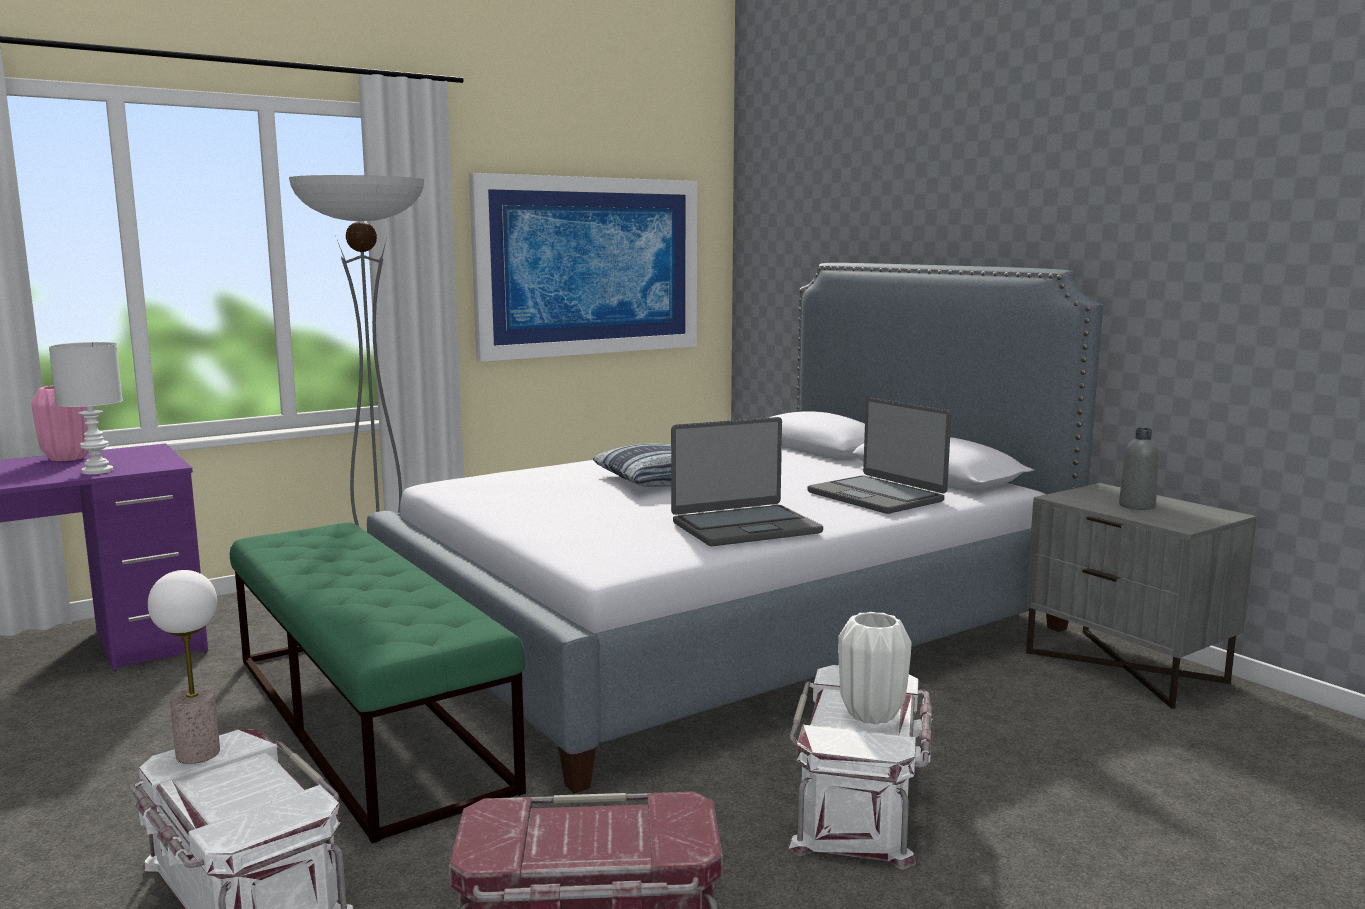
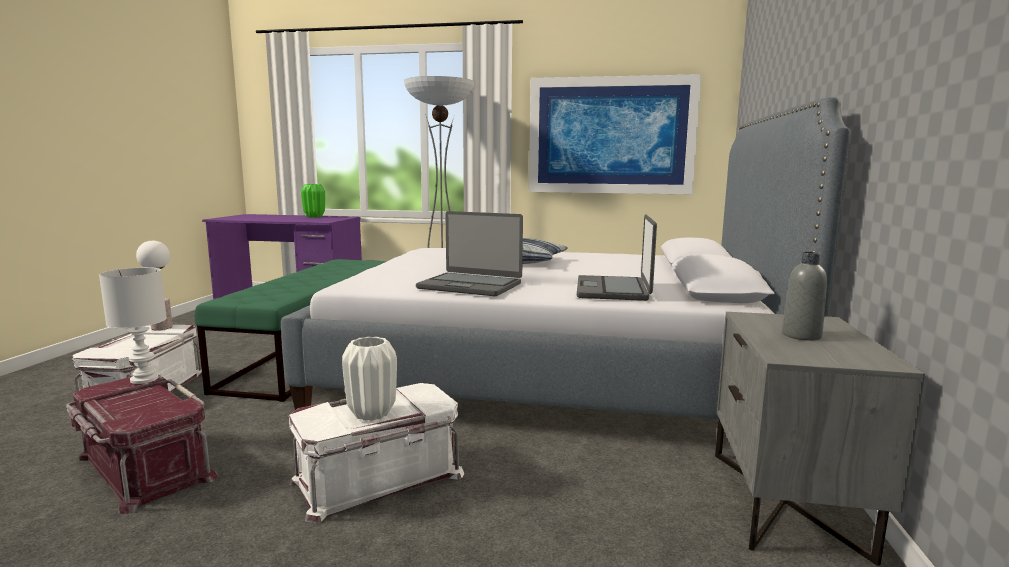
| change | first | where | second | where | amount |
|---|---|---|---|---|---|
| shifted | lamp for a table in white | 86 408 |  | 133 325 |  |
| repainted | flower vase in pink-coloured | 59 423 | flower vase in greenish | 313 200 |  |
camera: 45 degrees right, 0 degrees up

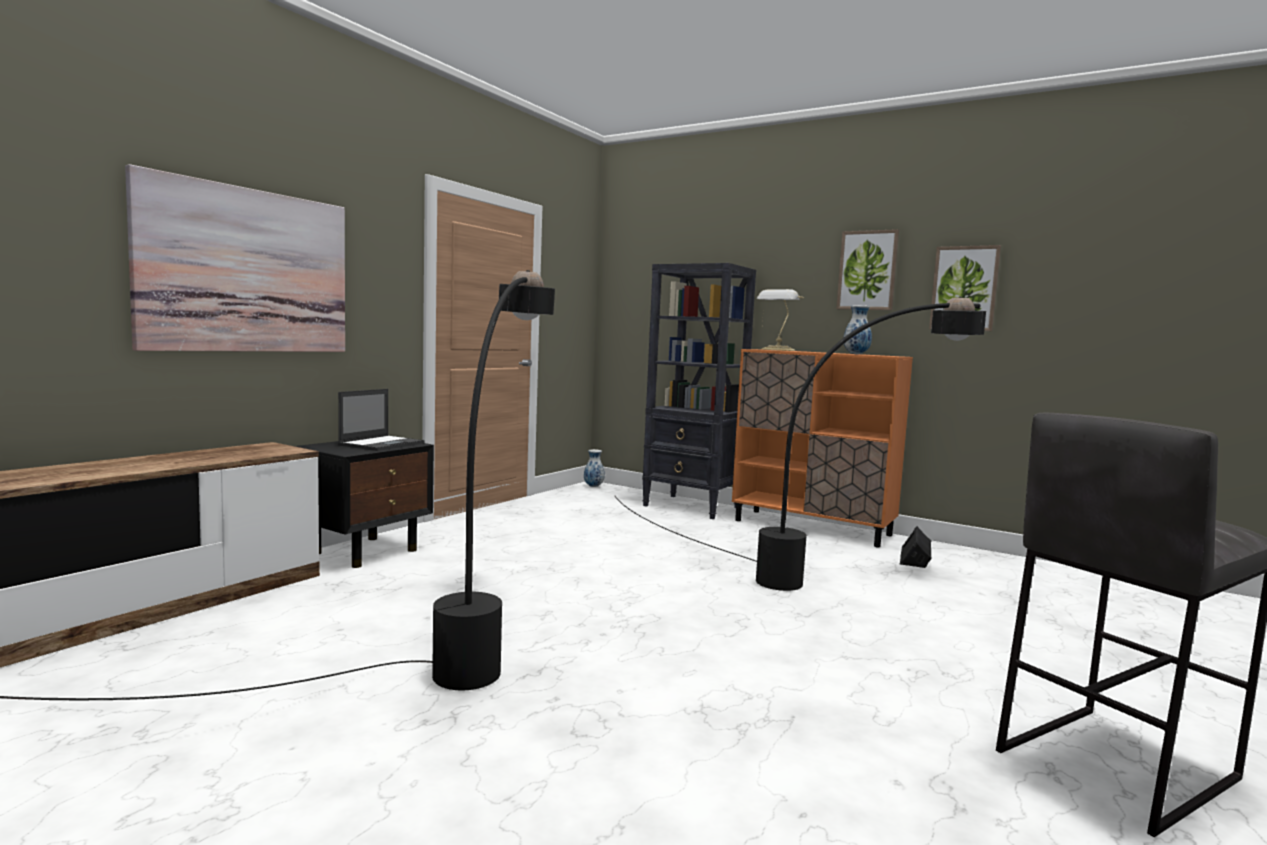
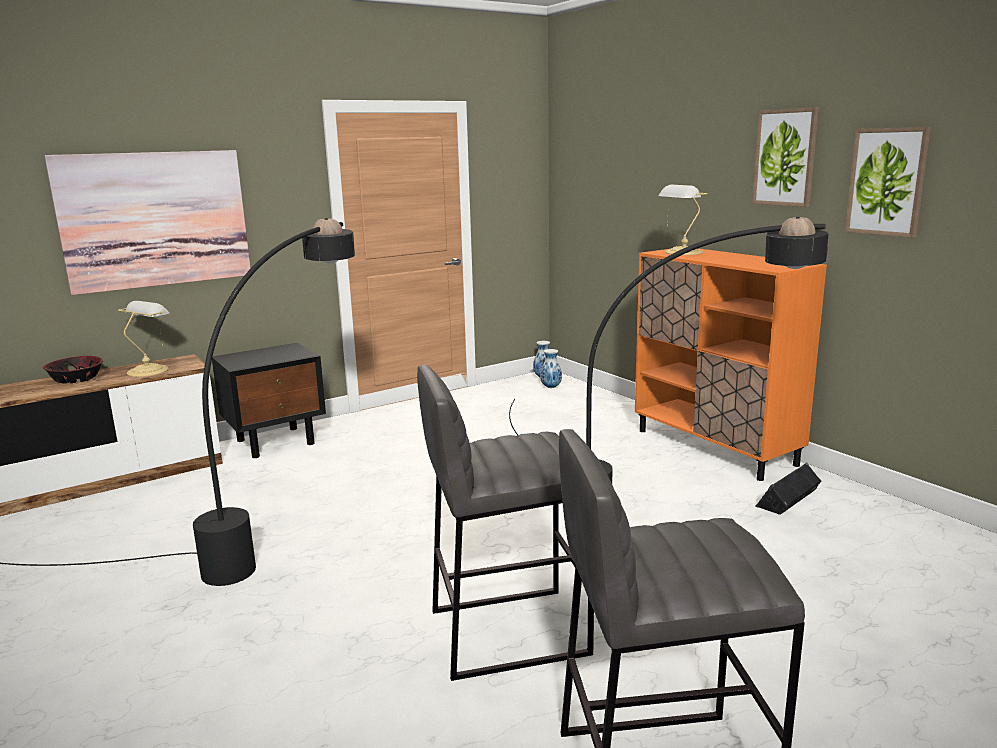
| change | first | where | second | where | amount |
|---|---|---|---|---|---|
| gone | shelving unit in blackish | 699 391 |  |  |  |
| shifted | flower vase | 858 329 |  | 551 368 |  |
| gone | portable computer | 381 420 |  |  |  |
| new |  |  | lamp for a table | 144 339 |  |
| new |  |  | serving bowl | 73 370 |  |
| new |  |  | stool in greyish | 505 523 |  |
camera: 25 degrees right, 10 degrees up

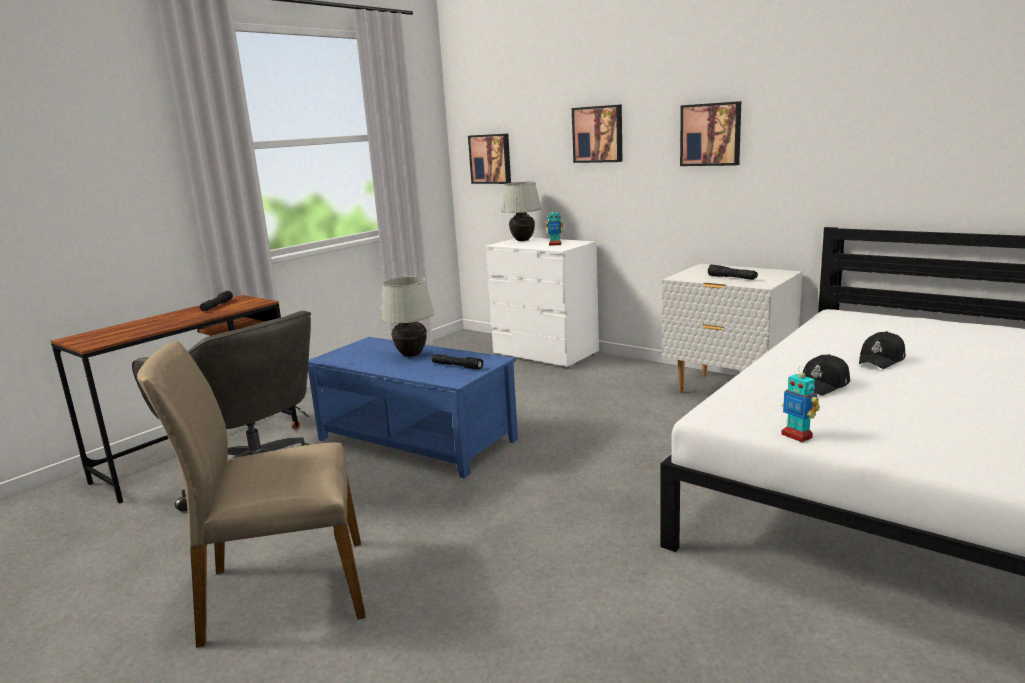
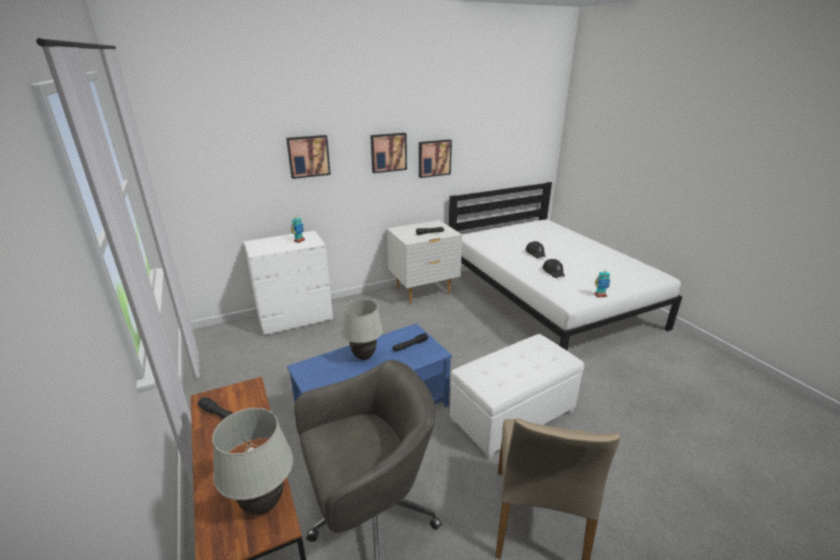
| change | first | where | second | where | amount |
|---|---|---|---|---|---|
| shifted | wall picture | 489 159 |  | 435 158 |  |
| shifted | lamp for a table in white | 521 211 |  | 253 461 |  |
| new |  |  | ottoman in white | 517 396 |  |
camera: 65 degrees left, 10 degrees up

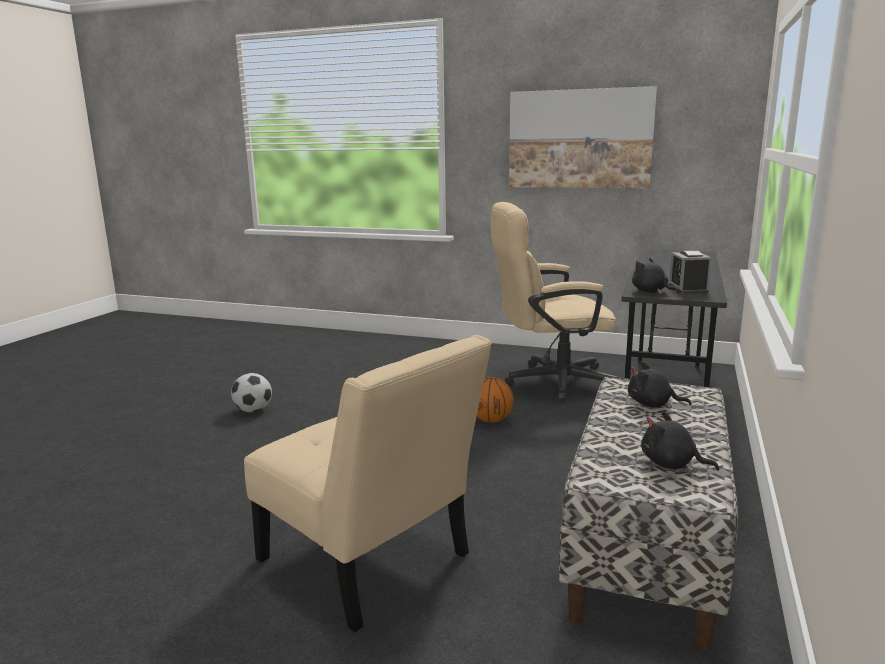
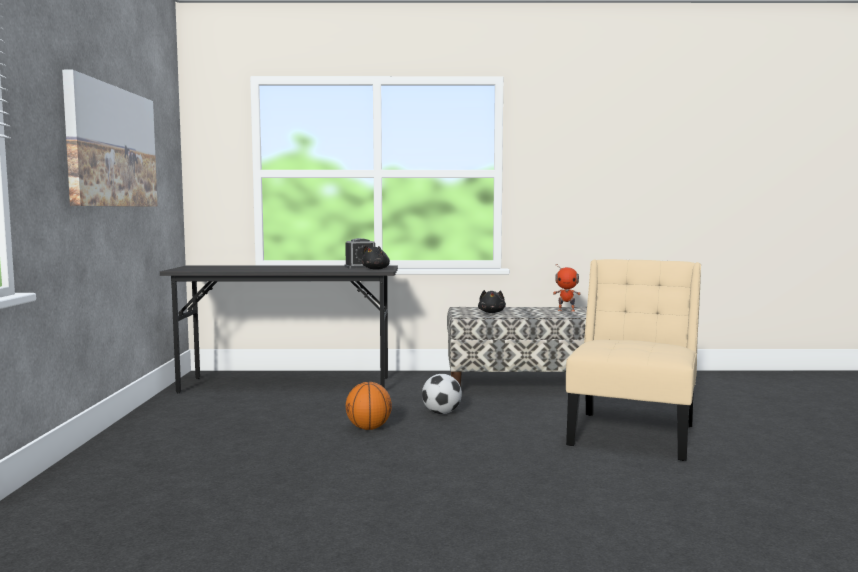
| change | first | where | second | where | amount |
|---|---|---|---|---|---|
| gone | computer chair in sand-coloured | 554 302 |  |  |  |
| shifted | ball for football | 251 392 |  | 442 394 |  |
| swapped | plush toy in blackish | 680 441 | robot figure | 567 287 |  |
camera: 110 degrees left, 10 degrees down

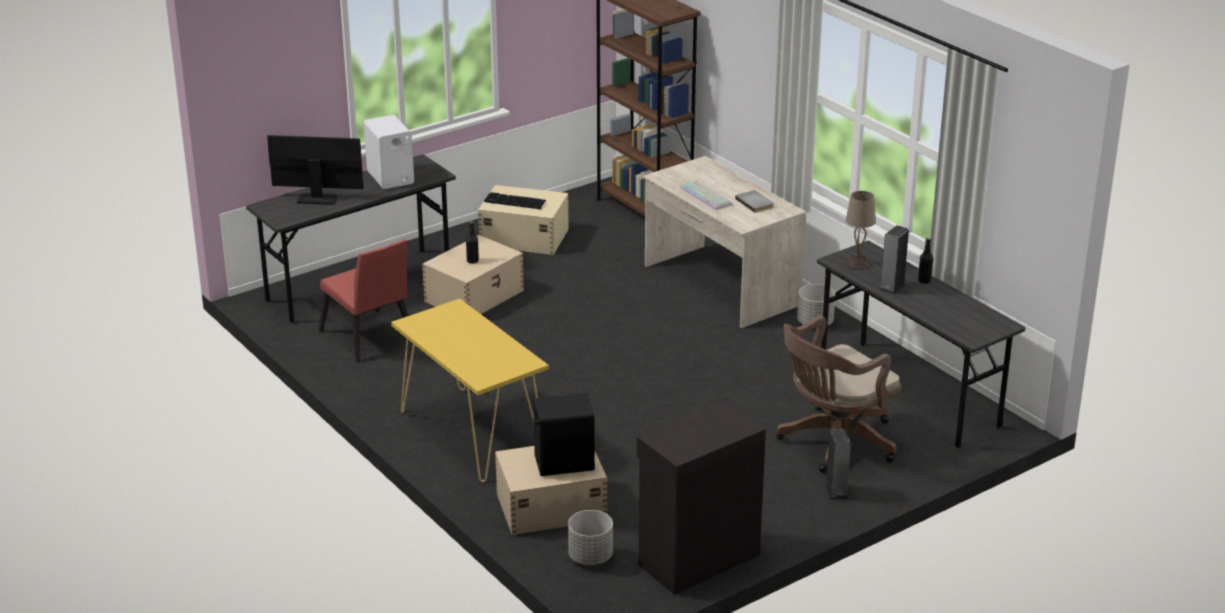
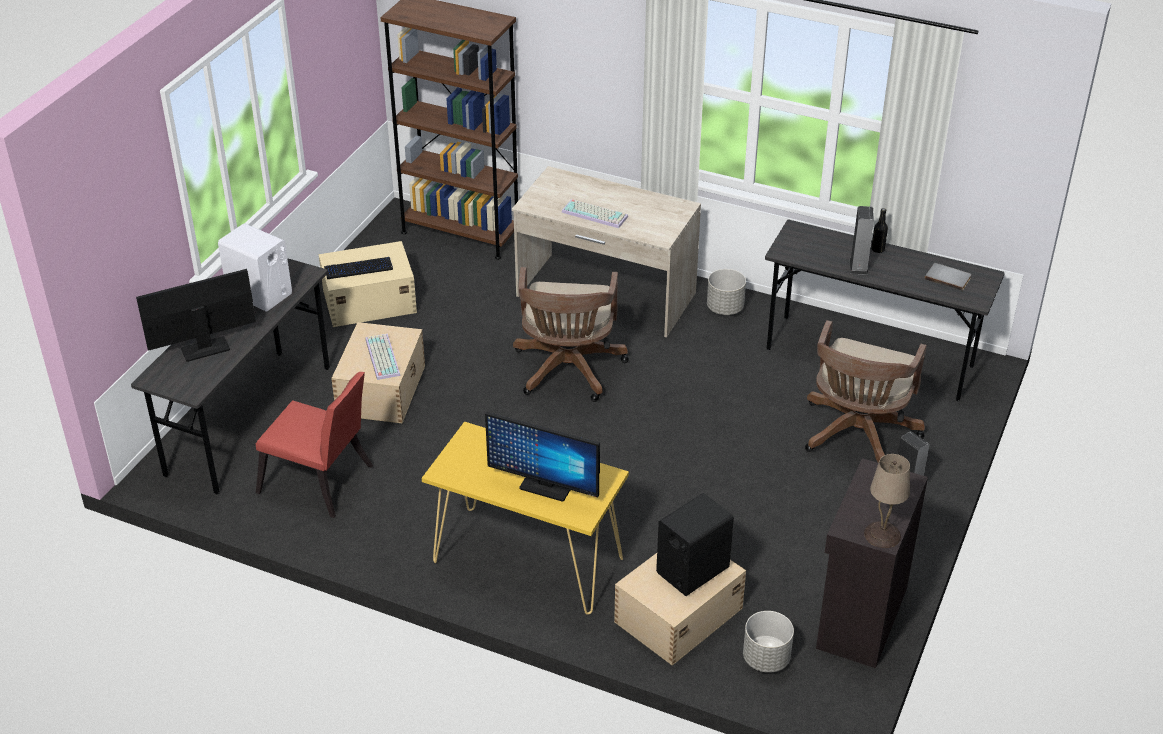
| change | first | where | second | where | amount |
|---|---|---|---|---|---|
| shifted | bound book in greyish | 754 201 |  | 948 277 |  |
| shifted | lamp for a table in sand-coloured | 859 230 |  | 887 501 |  |
| swapped | drink bottle in blackish | 472 242 | computer keyboard | 382 357 |  |
| new |  |  | computer chair in brown-coloured | 571 334 |  |
| new |  |  | computer display | 542 457 |  |
camera: 30 degrees left, 10 degrees up

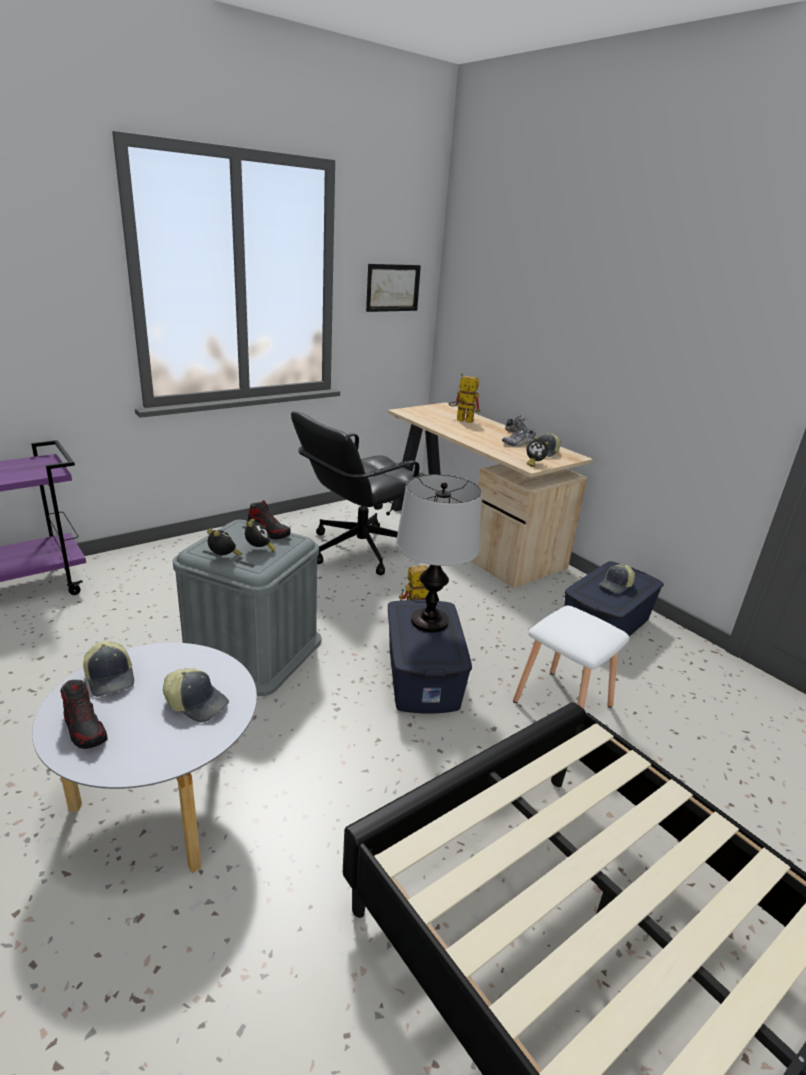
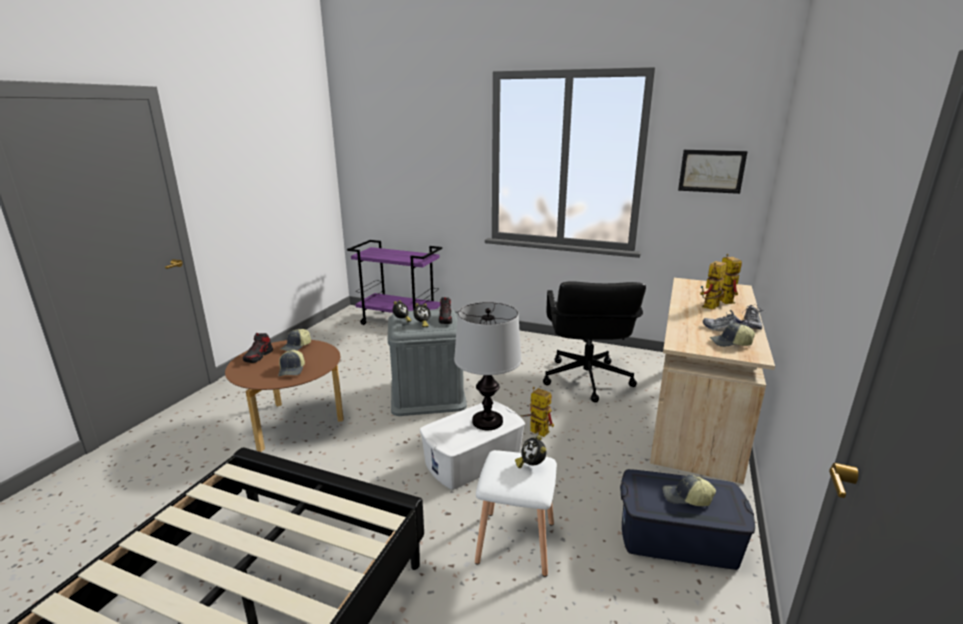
| change | first | where | second | where | amount |
|---|---|---|---|---|---|
| rotated | computer chair in blackish | 358 493 |  | 594 342 | 105 degrees counterclockwise |
| shifted | alarm clock | 538 452 |  | 531 451 |  |
| repainted | storage box in blue-coloured | 430 657 | storage box in white | 472 445 |  |
| repainted | coffee table in greyish | 144 758 | coffee table in brown-coloured | 284 396 |  |
| new |  |  | robot figure | 713 285 |  |
camera: 60 degrees right, 5 degrees down

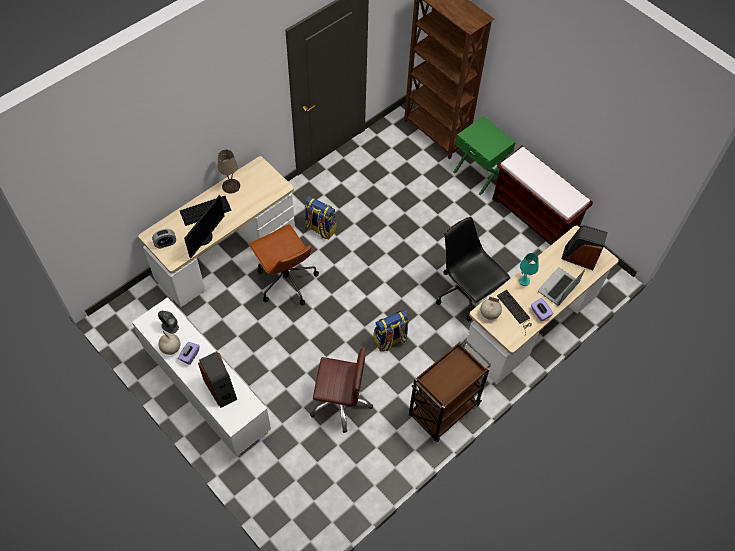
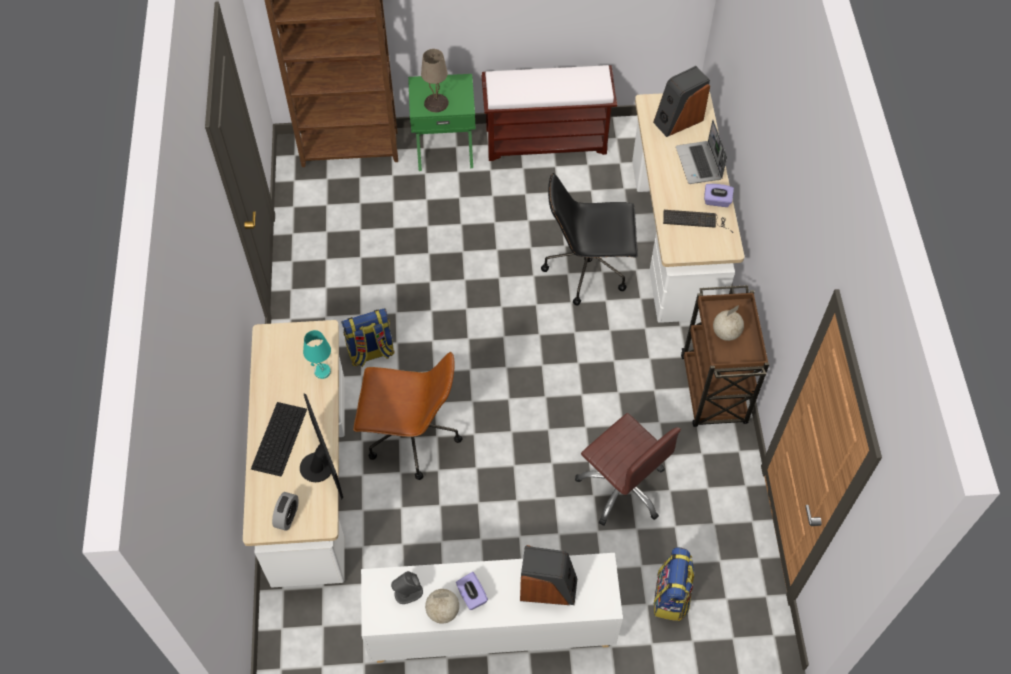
| change | first | where | second | where | amount |
|---|---|---|---|---|---|
| shifted | lamp for a table in sand-coloured | 229 171 |  | 435 80 |  |
| shifted | lamp for a table in blue-green | 529 269 |  | 317 354 |  |
| shifted | world globe | 491 308 |  | 728 323 |  |
| shifted | knapsack | 391 331 |  | 674 584 |  |
| rotated | computer chair in brown-coloured | 341 389 |  | 628 469 | 90 degrees clockwise |
camera: 50 degrees left, 0 degrees up

